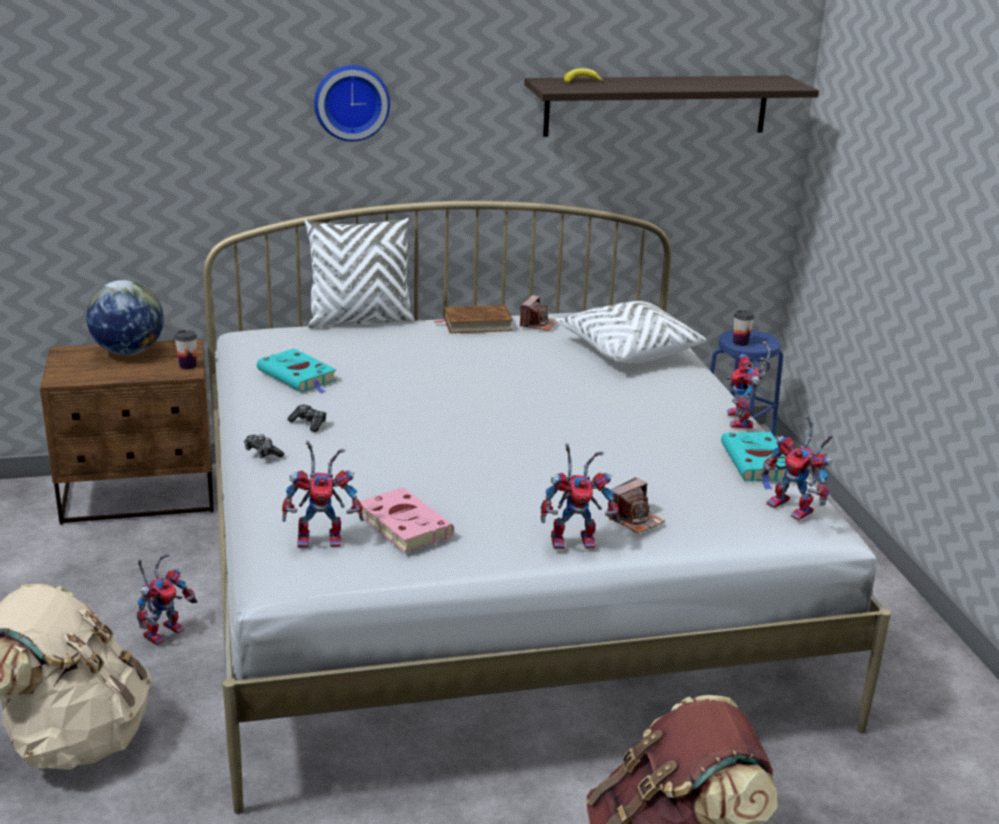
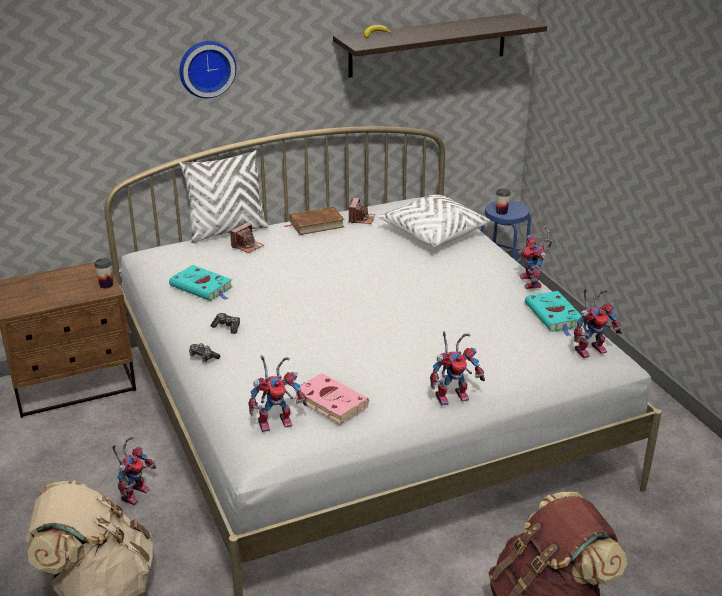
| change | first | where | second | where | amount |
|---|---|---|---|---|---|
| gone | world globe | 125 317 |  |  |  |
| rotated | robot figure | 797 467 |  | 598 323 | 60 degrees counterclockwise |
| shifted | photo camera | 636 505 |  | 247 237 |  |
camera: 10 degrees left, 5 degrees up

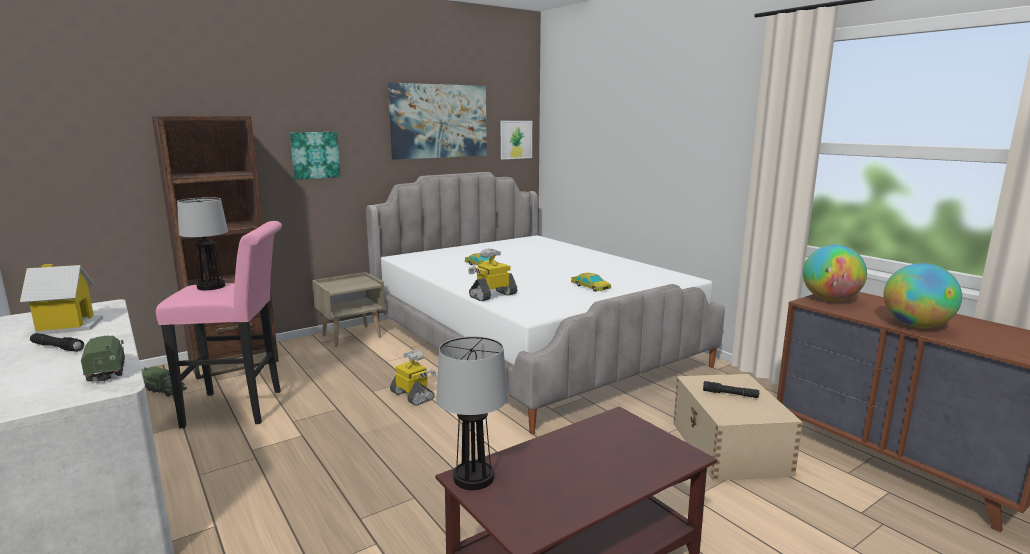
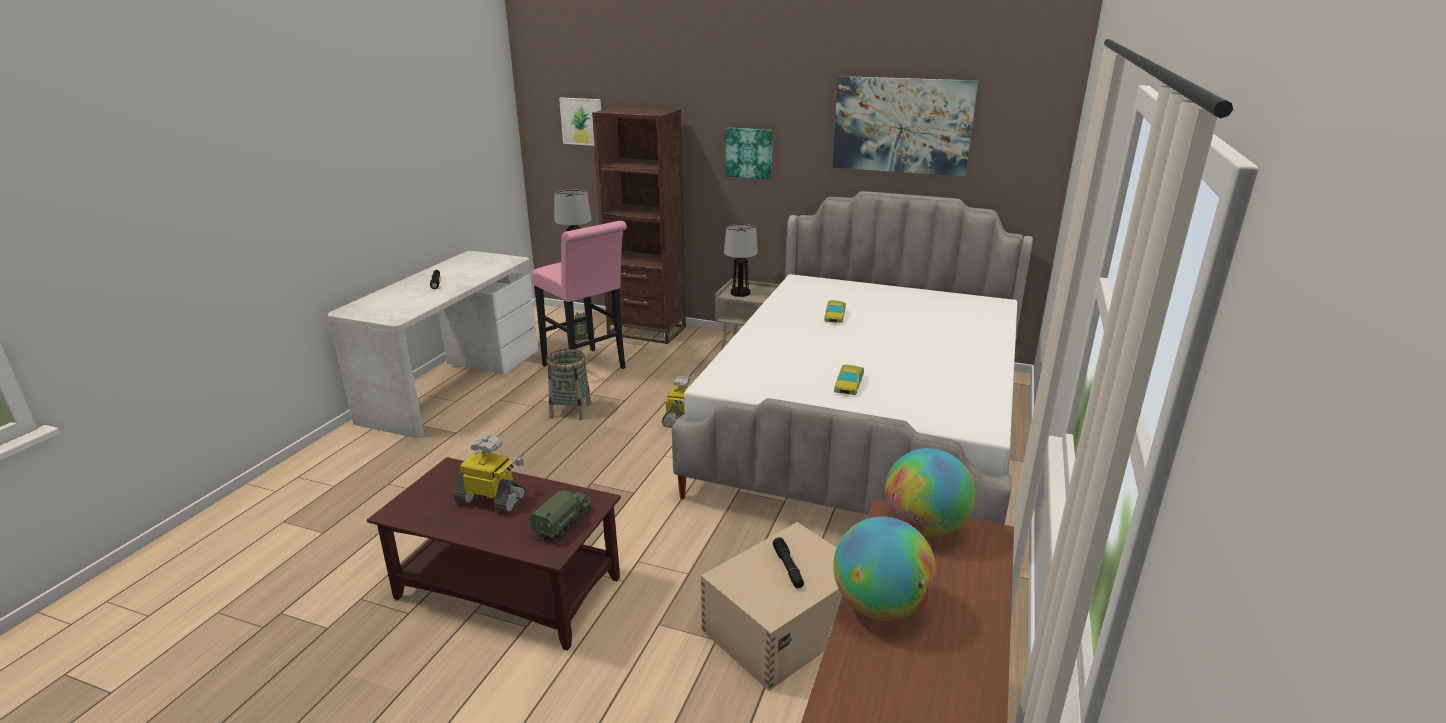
| change | first | where | second | where | amount |
|---|---|---|---|---|---|
| shifted | wall picture | 516 140 |  | 580 122 |  |
| shifted | robot figure | 492 274 |  | 490 473 |  |
| gone | miniature house | 61 299 |  |  |  |
| shifted | model truck | 103 358 |  | 561 515 |  |
| shifted | lamp for a table | 472 413 |  | 741 260 |  |
| new |  |  | household basket | 569 384 |  |
camera: 55 degrees right, 10 degrees up

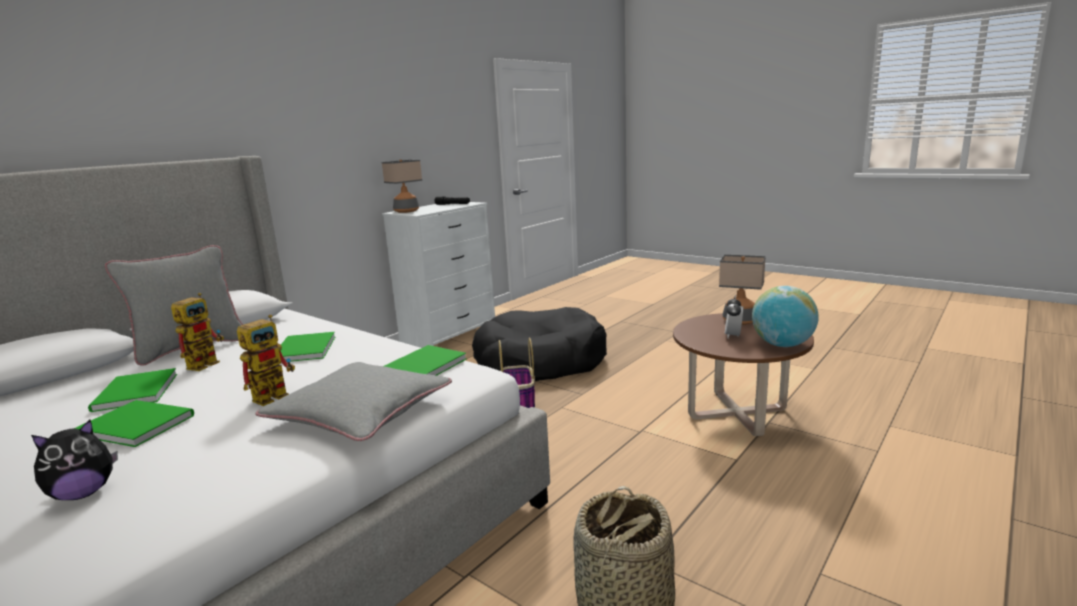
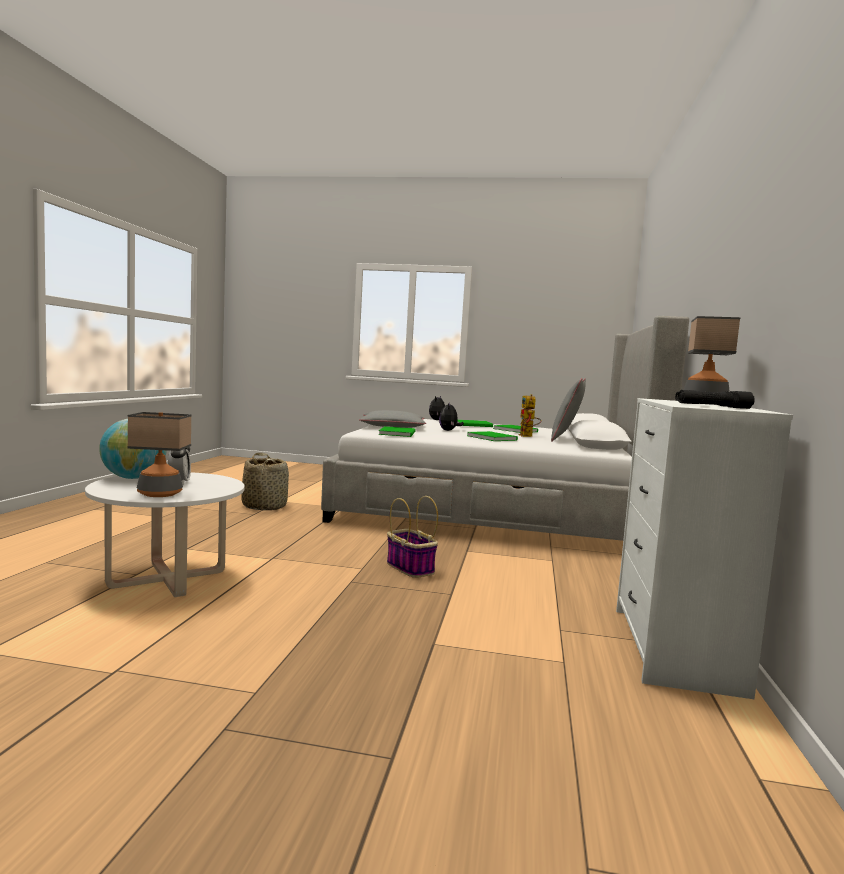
| change | first | where | second | where | amount |
|---|---|---|---|---|---|
| gone | pet bed in blackish | 539 344 |  |  |  |
| repainted | coffee table in brown-coloured | 743 374 | coffee table in white | 165 534 |  |
| swapped | robot figure | 266 360 | plush toy | 451 416 |  |
camera: 150 degrees right, 10 degrees down

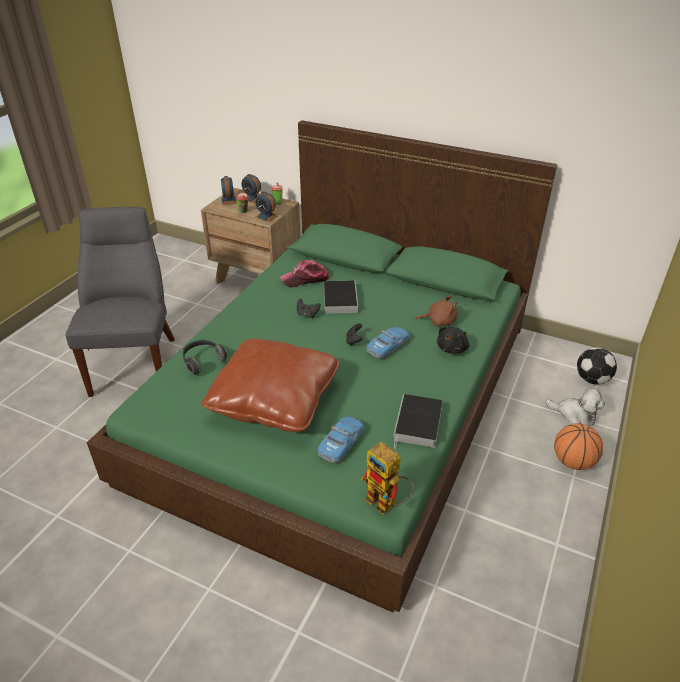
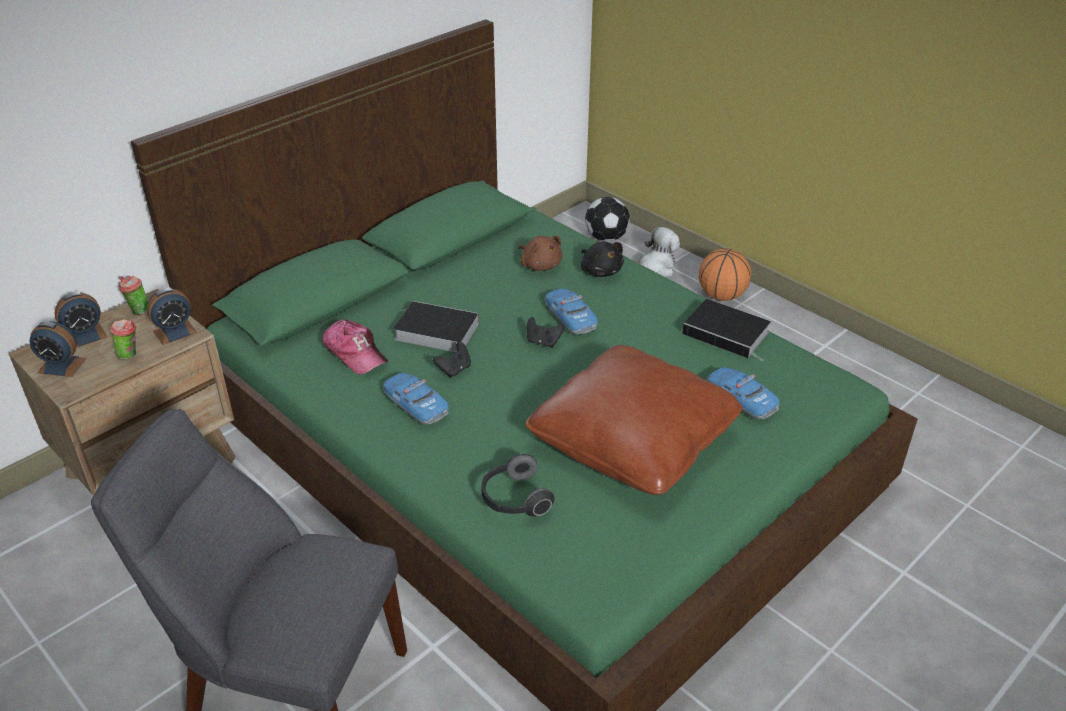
| change | first | where | second | where | amount |
|---|---|---|---|---|---|
| rotated | cap | 304 273 |  | 355 347 | 45 degrees counterclockwise |
| rotated | plush toy in brown-coloured | 437 311 |  | 541 253 | 120 degrees clockwise |
| gone | robot figure | 387 478 |  |  |  |
| new |  |  | toy car | 416 398 |  |
camera: 70 degrees left, 0 degrees up

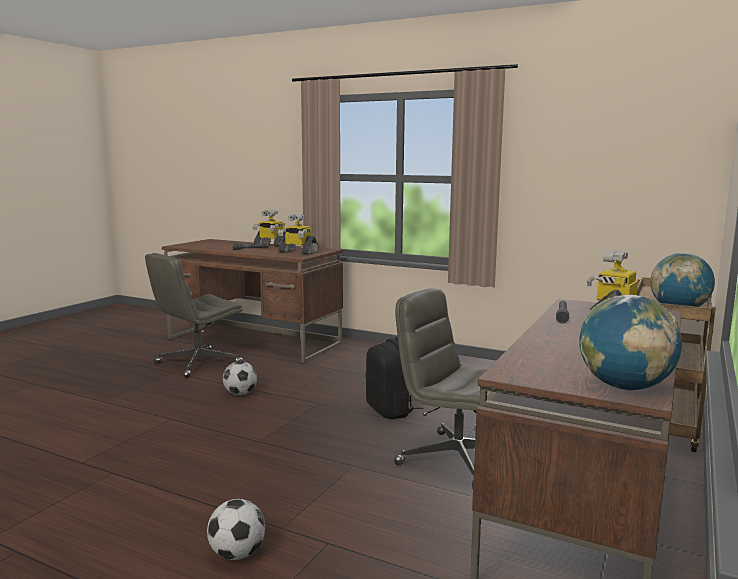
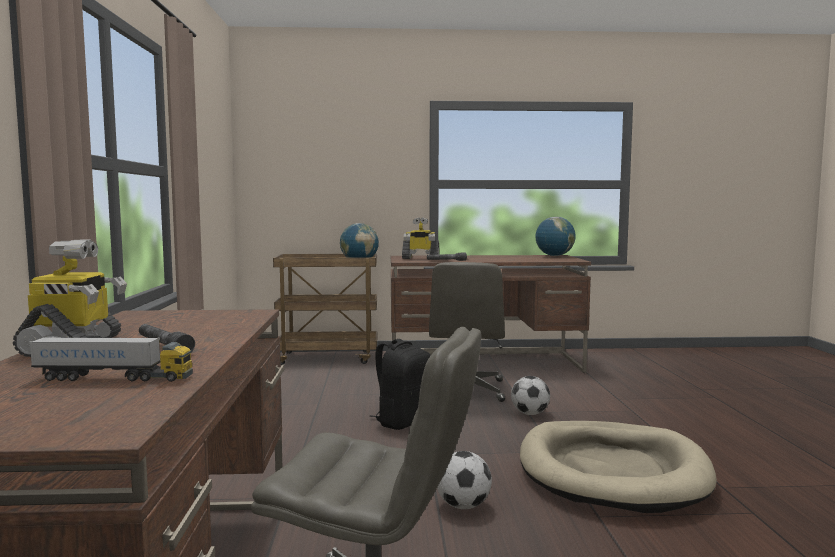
| change | first | where | second | where | amount |
|---|---|---|---|---|---|
| gone | robot figure | 298 234 |  |  |  |
| shifted | ball for football | 236 529 |  | 530 395 |  |
| new |  |  | model truck | 111 359 |  |
| new |  |  | pet bed in sand-coloured | 618 467 |  |
camera: 120 degrees left, 5 degrees down

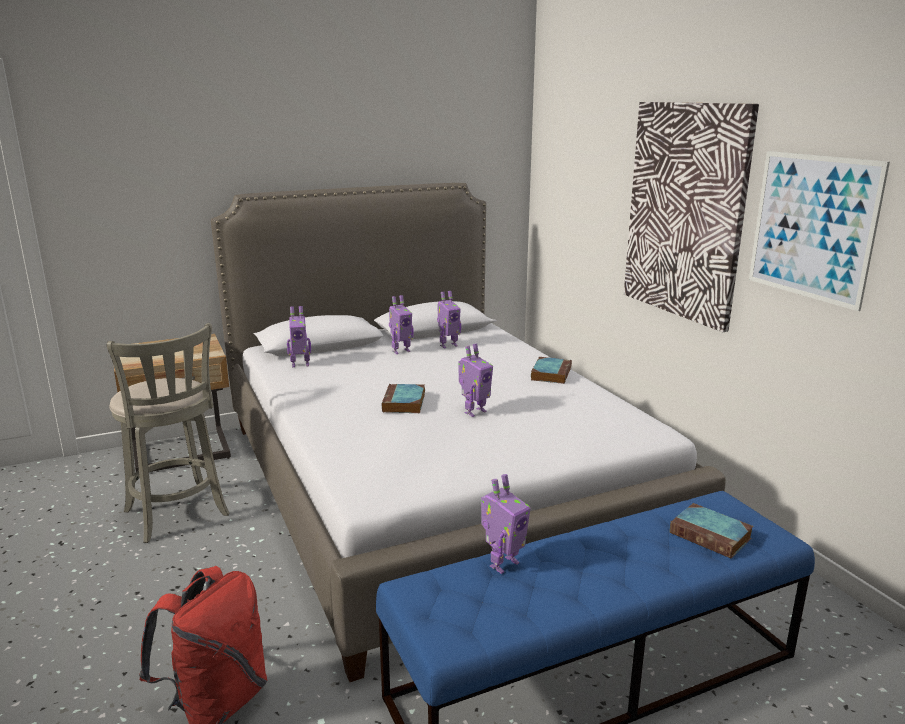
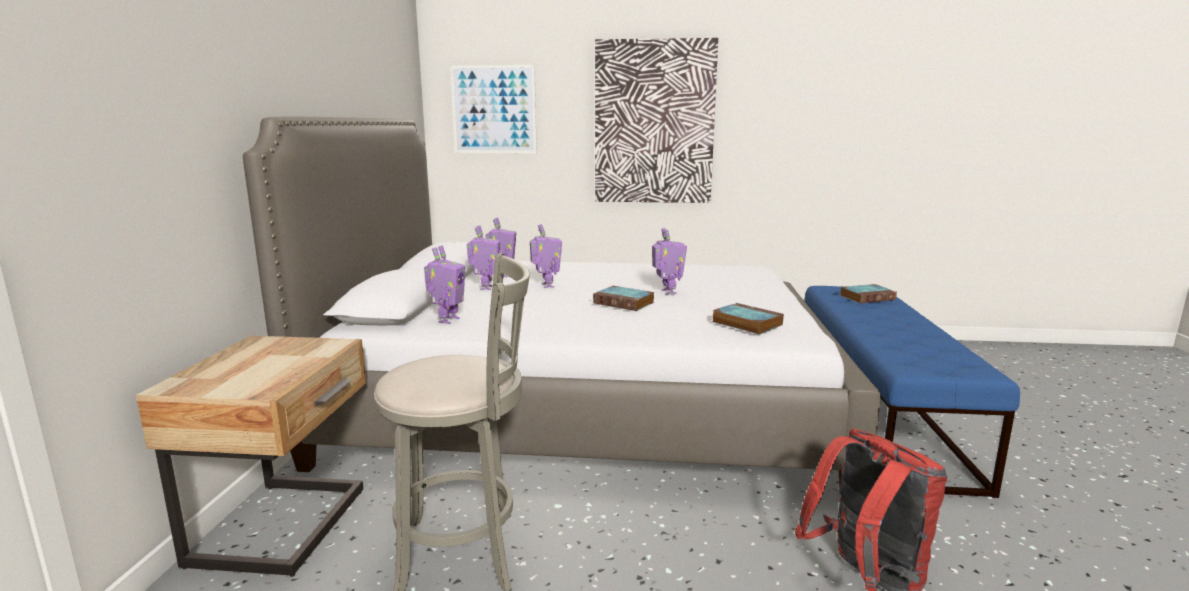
| change | first | where | second | where | amount |
|---|---|---|---|---|---|
| shifted | wall picture | 819 231 |  | 493 109 |  |
| shifted | bound book | 551 370 |  | 748 318 |  |
| shifted | robot figure | 505 524 |  | 546 256 |  |
camera: 60 degrees left, 5 degrees down

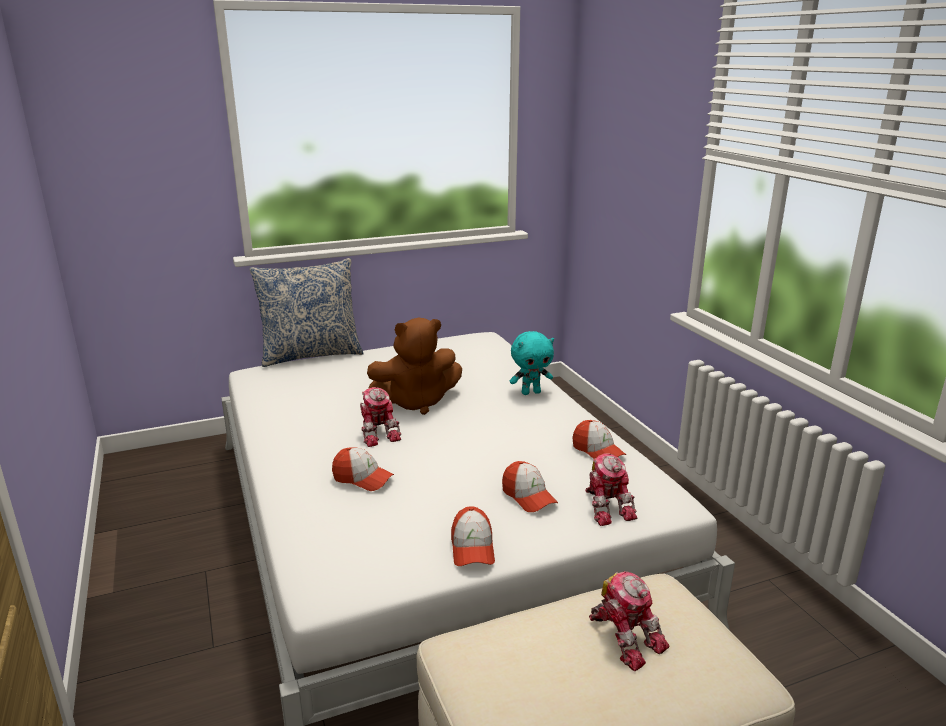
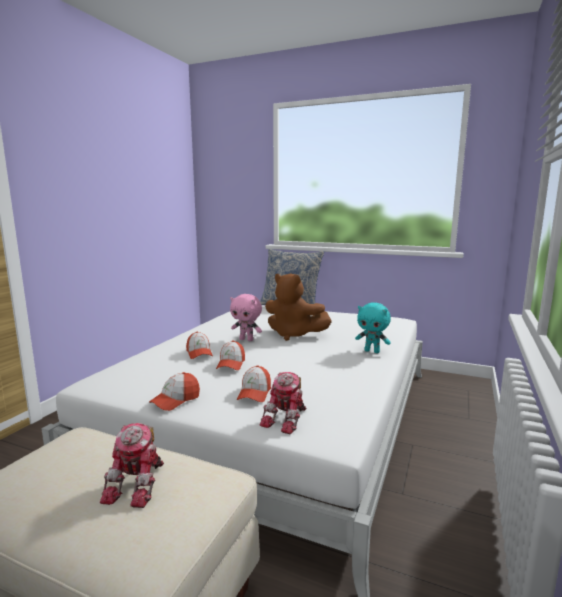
| change | first | where | second | where | amount |
|---|---|---|---|---|---|
| swapped | robot figure | 380 417 | plush toy in pink-coloured | 246 317 |  |
| shifted | cap | 599 439 |  | 230 355 |  |
camera: 45 degrees right, 10 degrees down

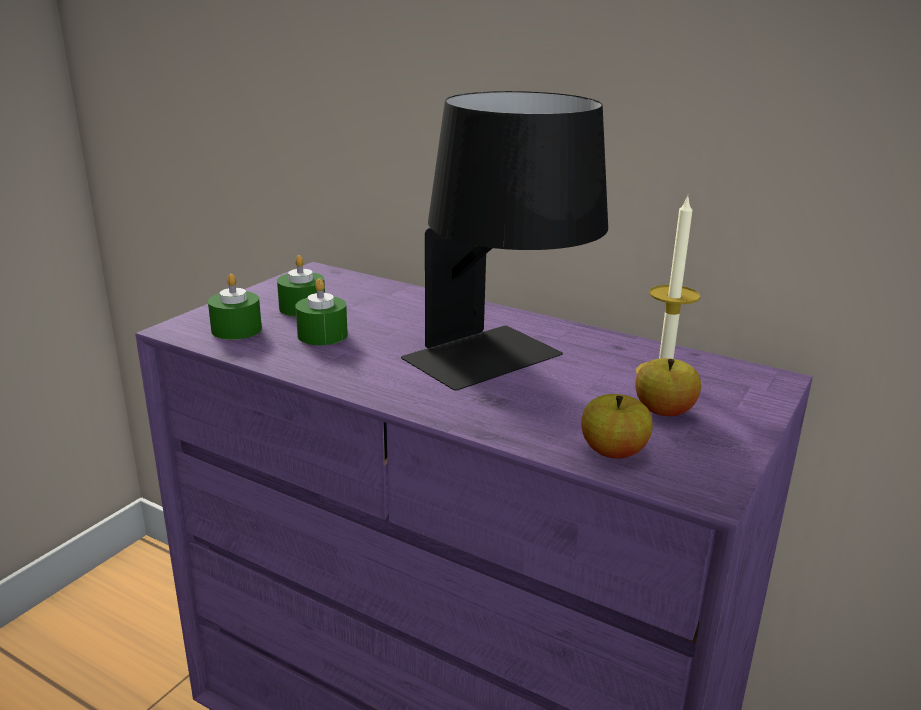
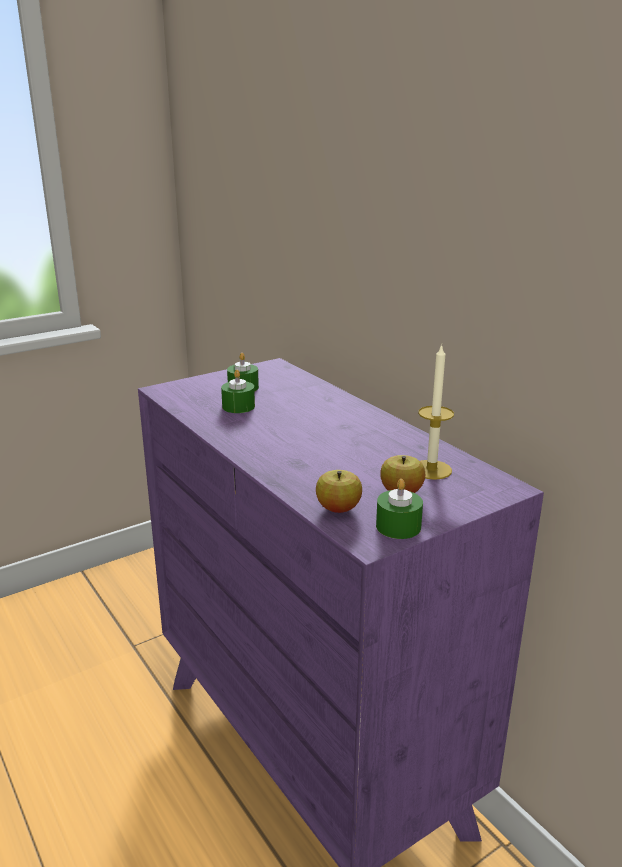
| change | first | where | second | where | amount |
|---|---|---|---|---|---|
| gone | lamp for a table in blackish | 504 241 |  |  |  |
| shifted | candle in greenish | 235 307 |  | 399 509 |  |
camera: 25 degrees right, 0 degrees up

